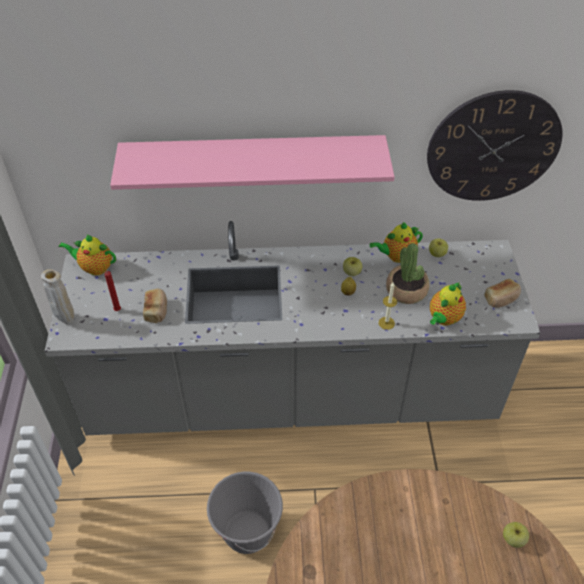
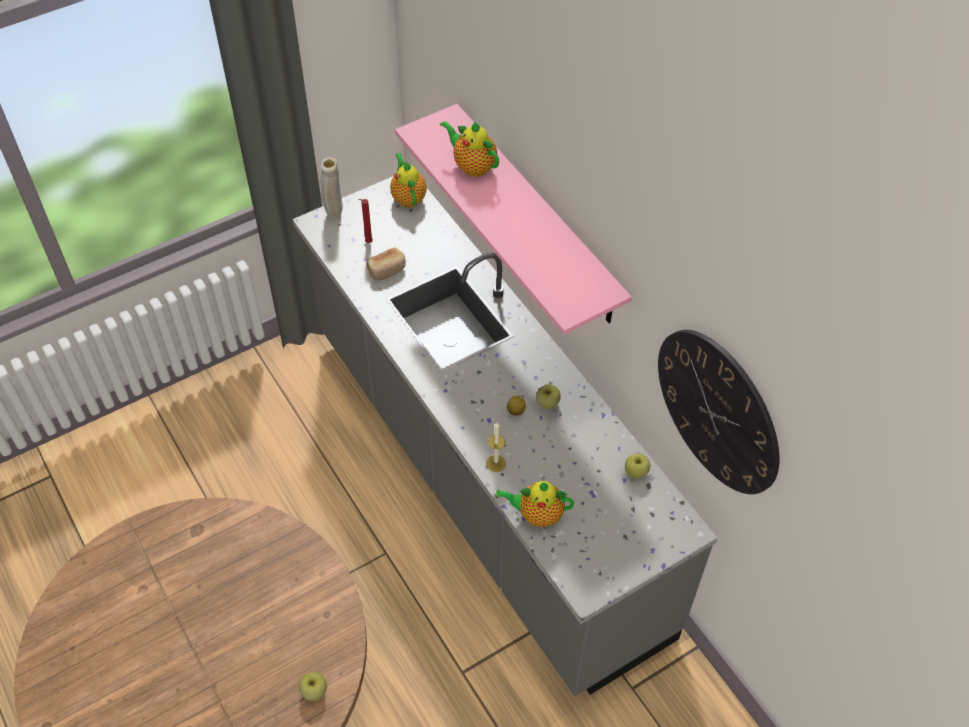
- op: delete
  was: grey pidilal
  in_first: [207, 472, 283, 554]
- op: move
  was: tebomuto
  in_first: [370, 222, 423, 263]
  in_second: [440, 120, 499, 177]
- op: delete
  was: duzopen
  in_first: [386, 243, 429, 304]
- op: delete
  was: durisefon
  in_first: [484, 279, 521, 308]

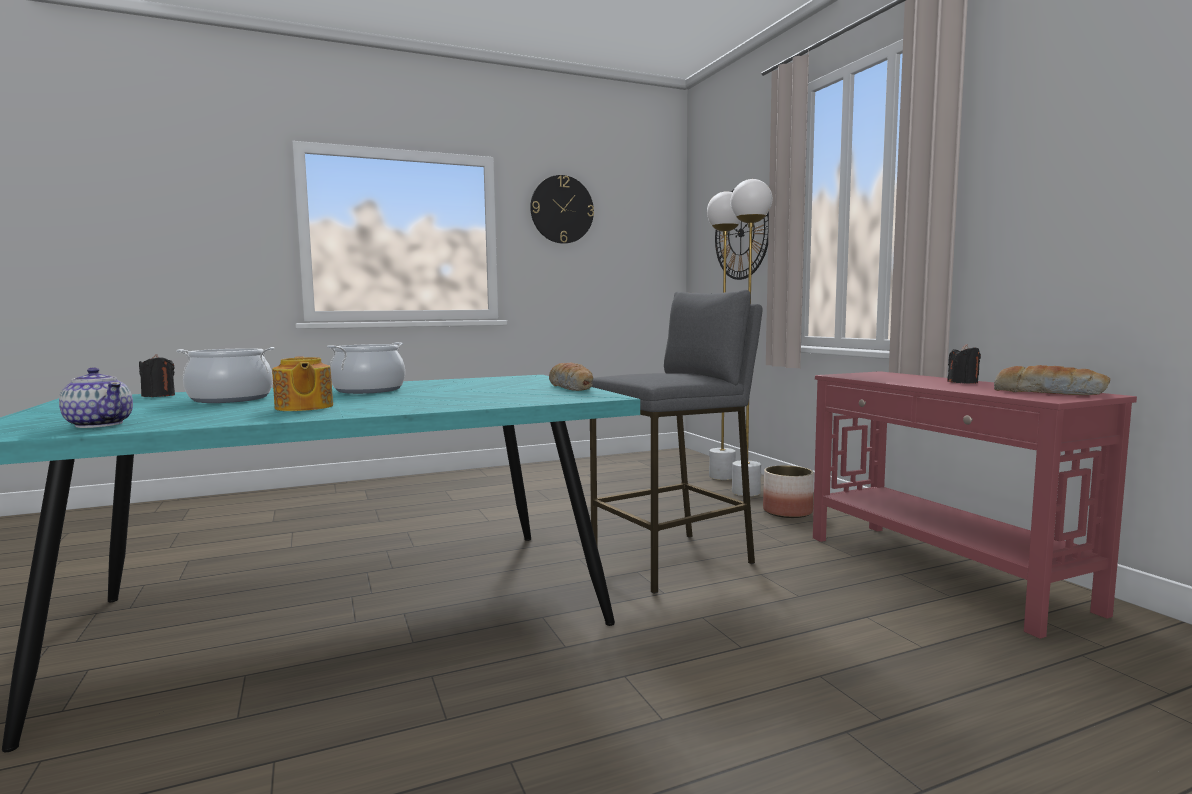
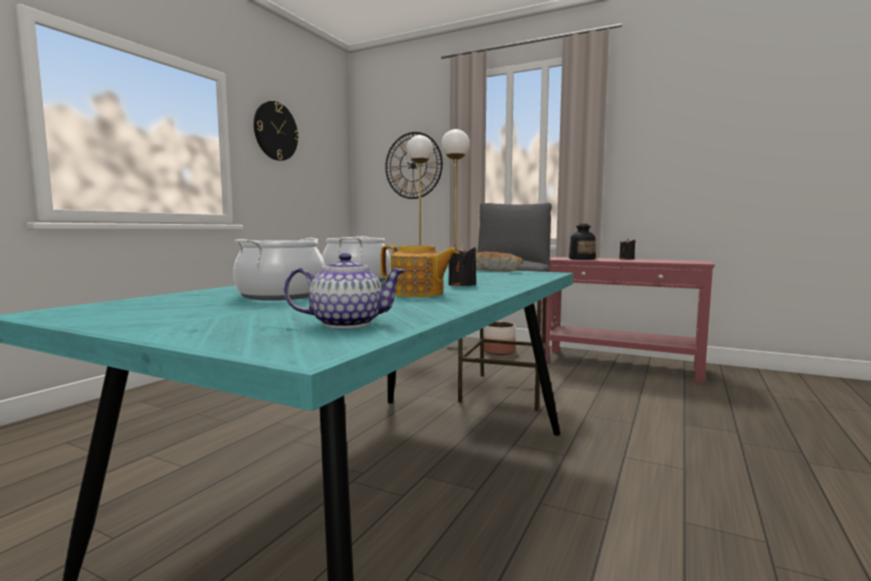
- op: move
  was: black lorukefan
  in_first: [139, 354, 175, 397]
  in_second: [448, 244, 476, 286]
- op: delete
  was: durisefon
  in_first: [994, 365, 1110, 395]
- op: insert
  now: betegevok
  in_second: [569, 224, 596, 260]

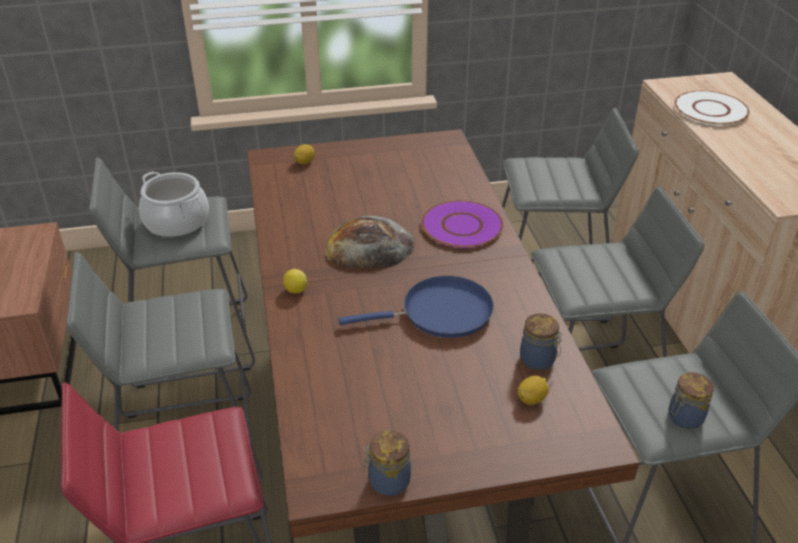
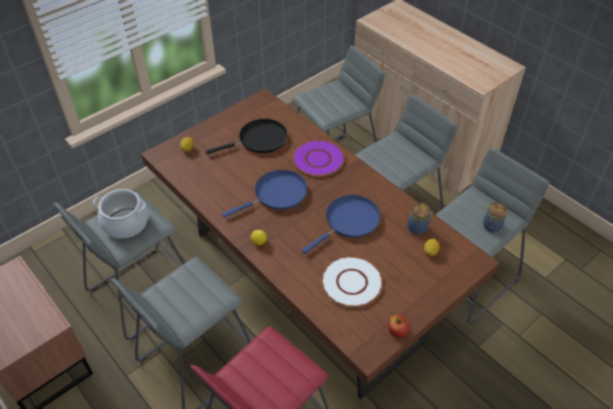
- op: replace
  was: durisefon
  now: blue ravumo
  in_first: [325, 216, 415, 268]
  in_second: [222, 170, 307, 218]
- op: replace
  was: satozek
  now: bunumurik
  in_first: [364, 430, 411, 496]
  in_second: [388, 315, 410, 338]
- op: move
  was: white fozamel
  in_first: [675, 91, 750, 126]
  in_second: [321, 256, 383, 307]
- op: insert
  now: black ravumo
  in_second: [206, 119, 288, 154]

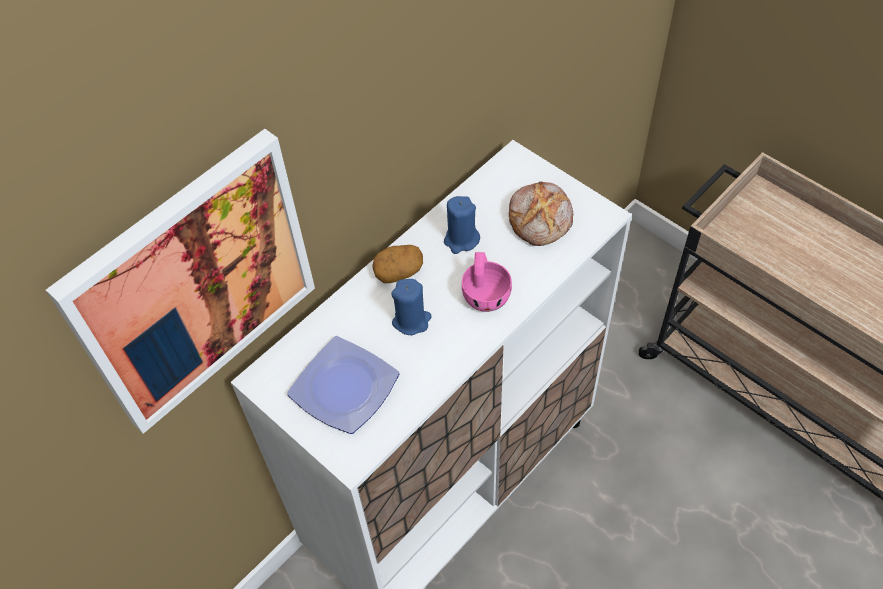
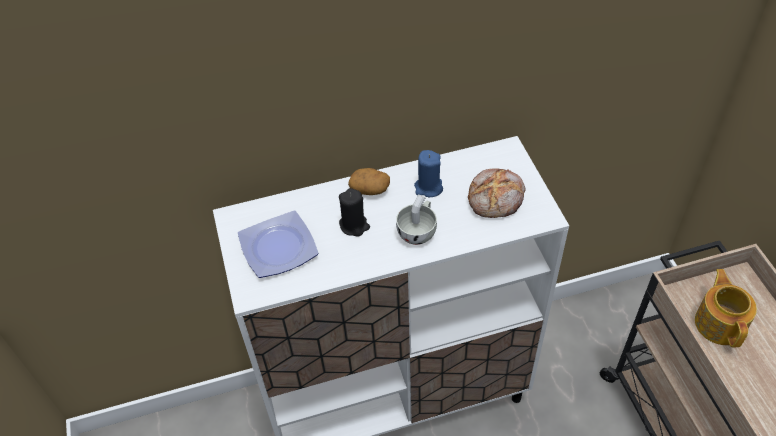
- op: delete
  was: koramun
  in_first: [46, 129, 315, 434]
- op: recolor
  was: blue lorukefan
  now: black lorukefan
  in_first: [391, 279, 431, 335]
  in_second: [339, 188, 370, 236]
- op: recolor
  was: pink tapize
  now: white tapize
  in_first: [462, 252, 512, 312]
  in_second: [396, 194, 437, 245]
- op: insert
  now: tebomuto
  in_second: [695, 269, 757, 348]

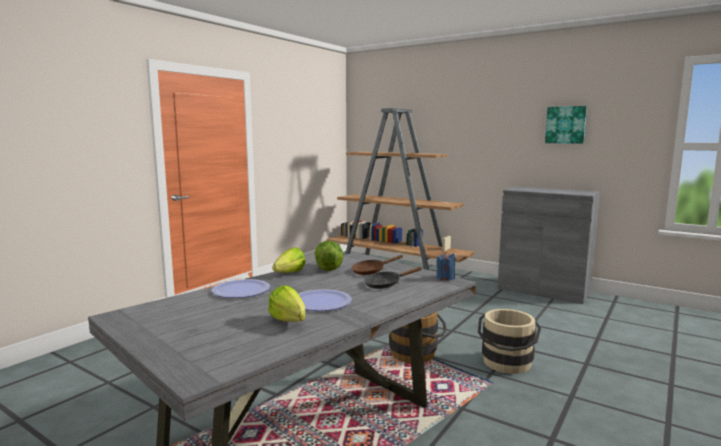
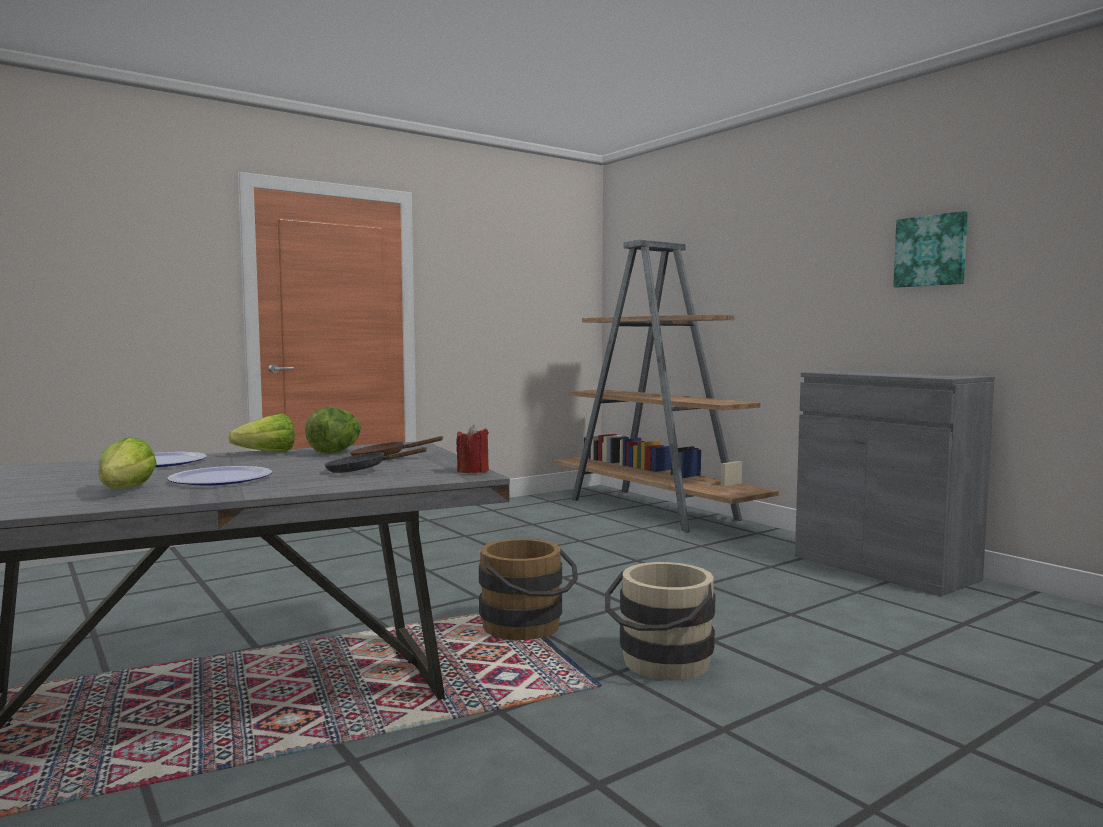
- op: recolor
  was: blue lorukefan
  now: red lorukefan
  in_first: [436, 252, 455, 280]
  in_second: [456, 425, 489, 473]

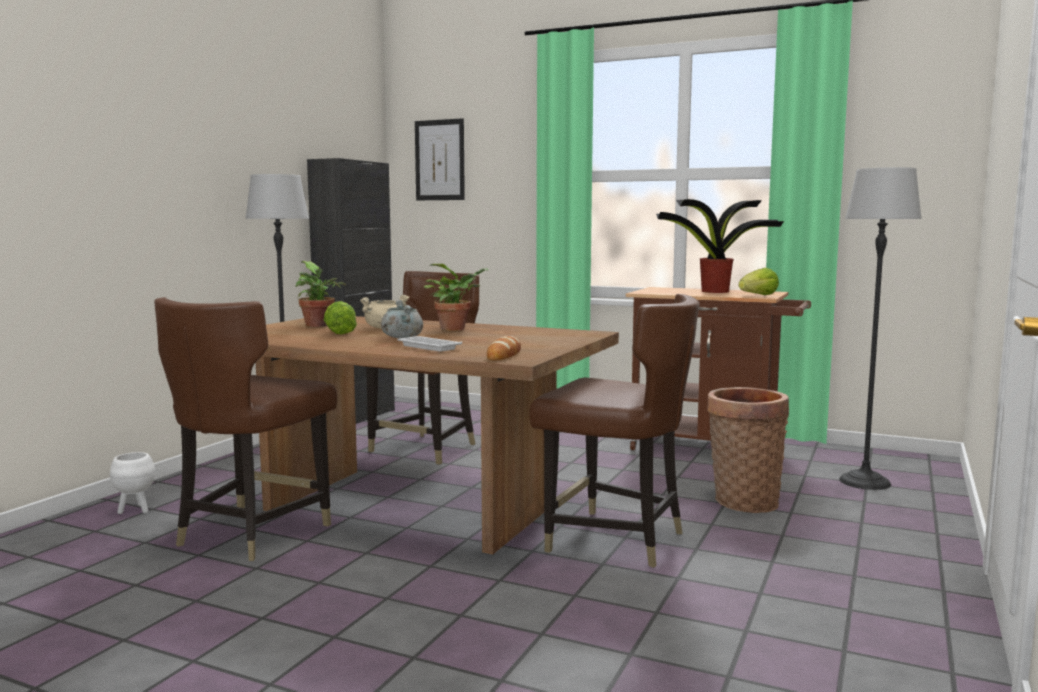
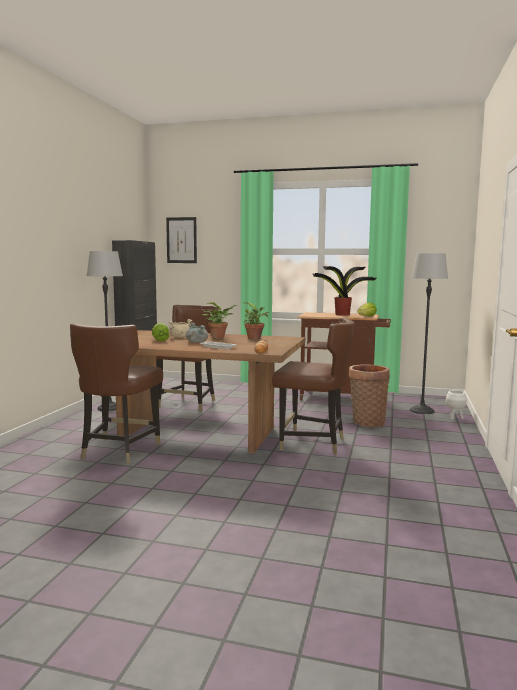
- op: move
  was: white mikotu
  in_first: [110, 452, 155, 514]
  in_second: [446, 390, 467, 420]
- op: move
  was: duzopen
  in_first: [295, 261, 346, 327]
  in_second: [243, 302, 269, 339]

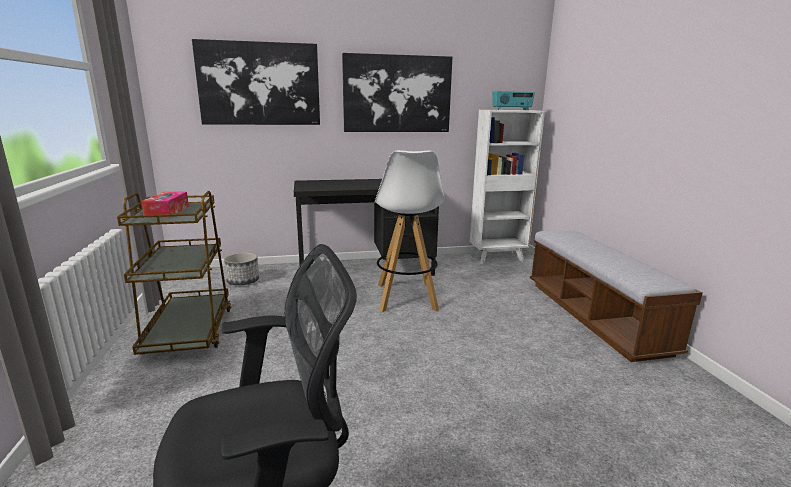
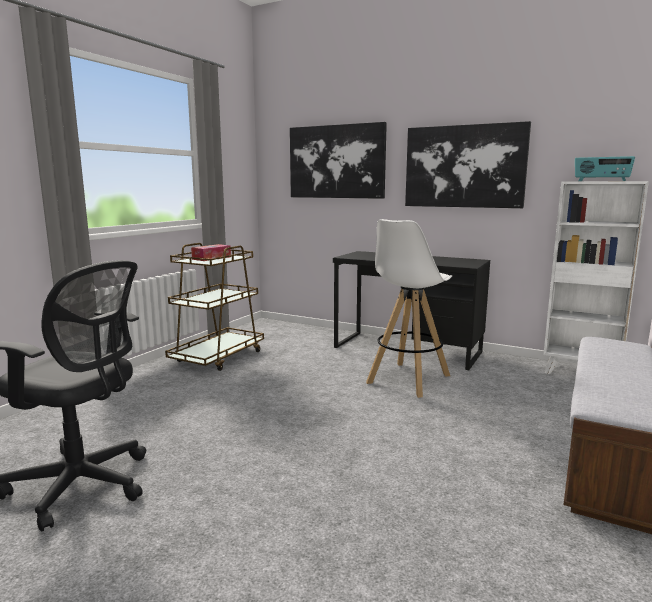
- op: delete
  was: mikotu
  in_first: [224, 252, 259, 285]

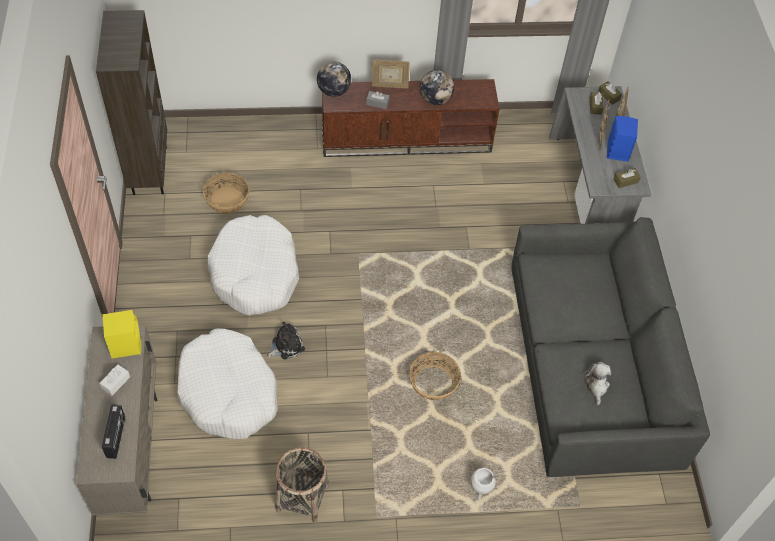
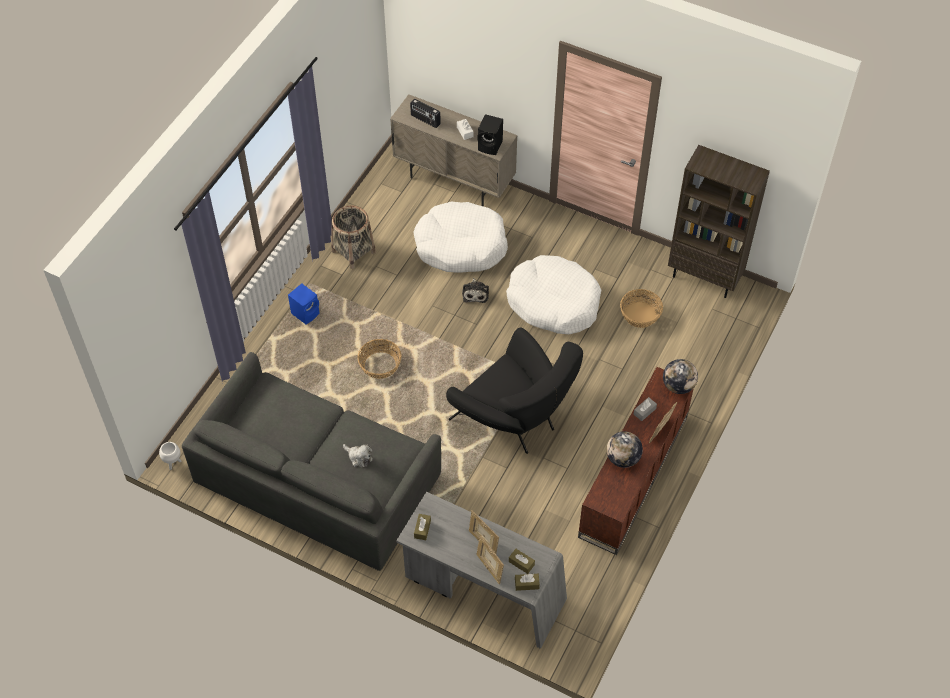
- op: recolor
  was: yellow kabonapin
  now: black kabonapin
  in_first: [103, 310, 142, 359]
  in_second: [478, 114, 503, 155]
- op: move
  was: white mikotu
  in_first: [471, 468, 496, 499]
  in_second: [159, 442, 181, 470]
- op: move
  was: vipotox
  in_first: [585, 362, 611, 405]
  in_second: [343, 444, 373, 467]
- op: move
  was: blue kabonapin
  in_first: [607, 116, 638, 162]
  in_second: [288, 283, 320, 324]
- op: insert
  now: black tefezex
  in_second: [446, 327, 583, 454]

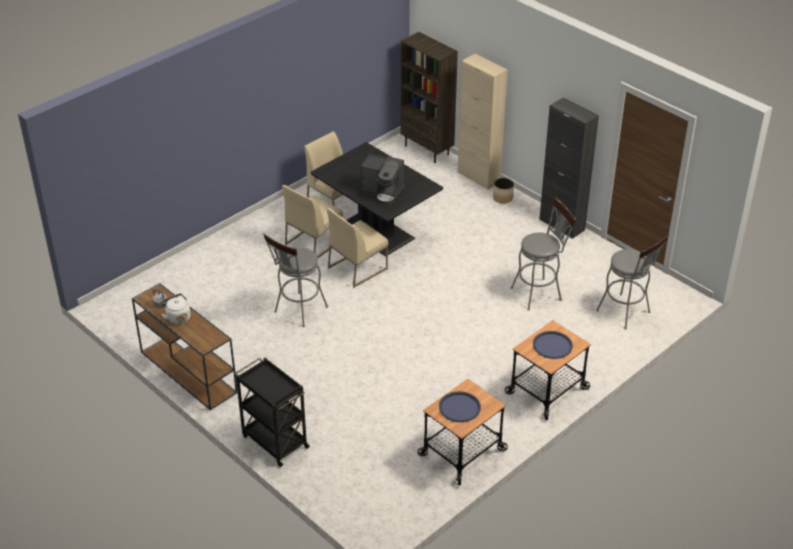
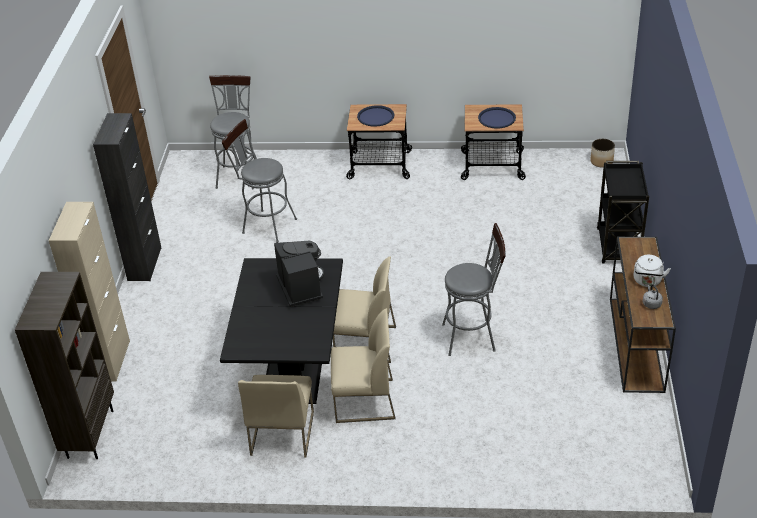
- op: move
  was: mikotu
  in_first: [493, 178, 514, 204]
  in_second: [590, 139, 615, 168]

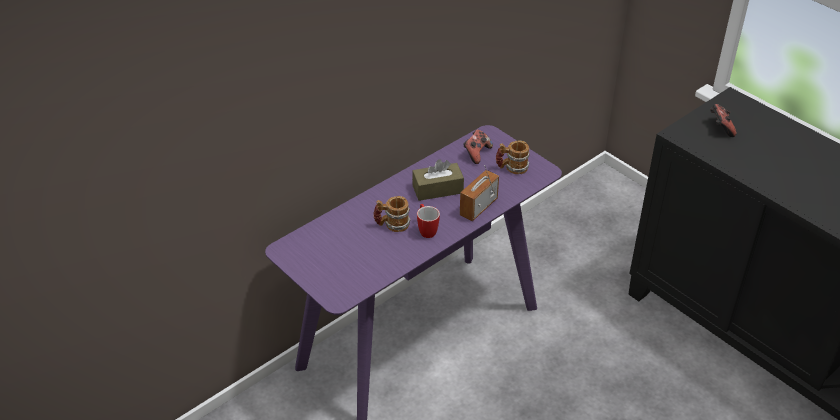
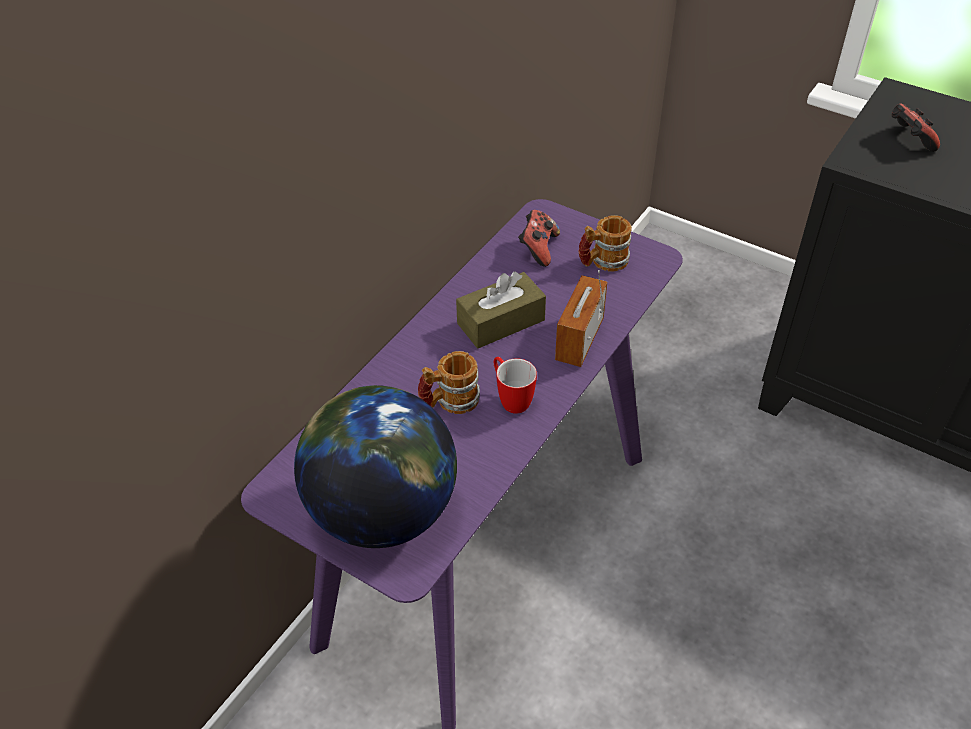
- op: insert
  now: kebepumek
  in_second: [294, 385, 457, 548]

